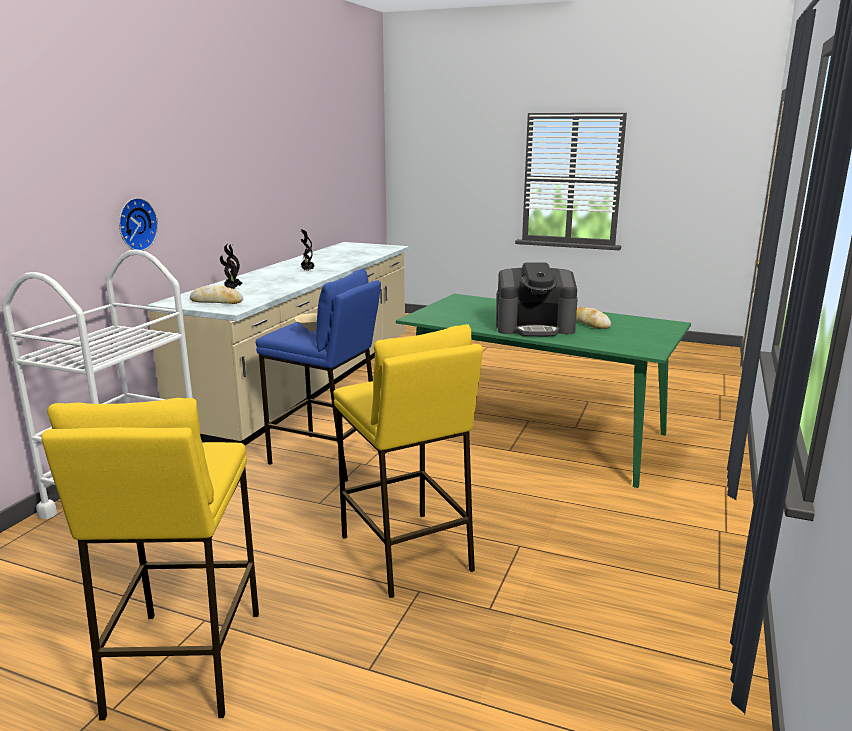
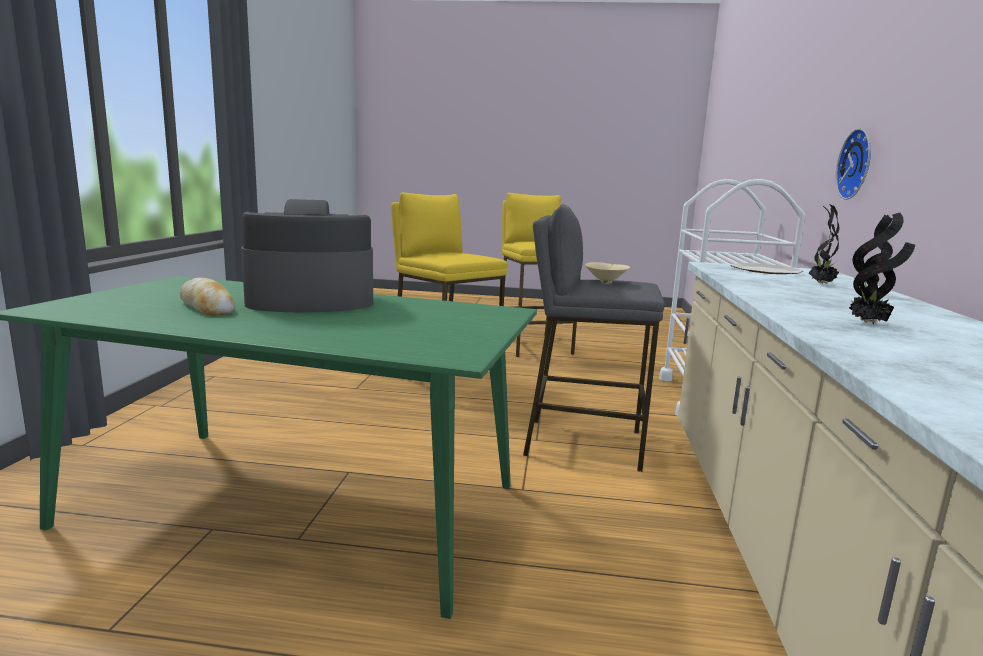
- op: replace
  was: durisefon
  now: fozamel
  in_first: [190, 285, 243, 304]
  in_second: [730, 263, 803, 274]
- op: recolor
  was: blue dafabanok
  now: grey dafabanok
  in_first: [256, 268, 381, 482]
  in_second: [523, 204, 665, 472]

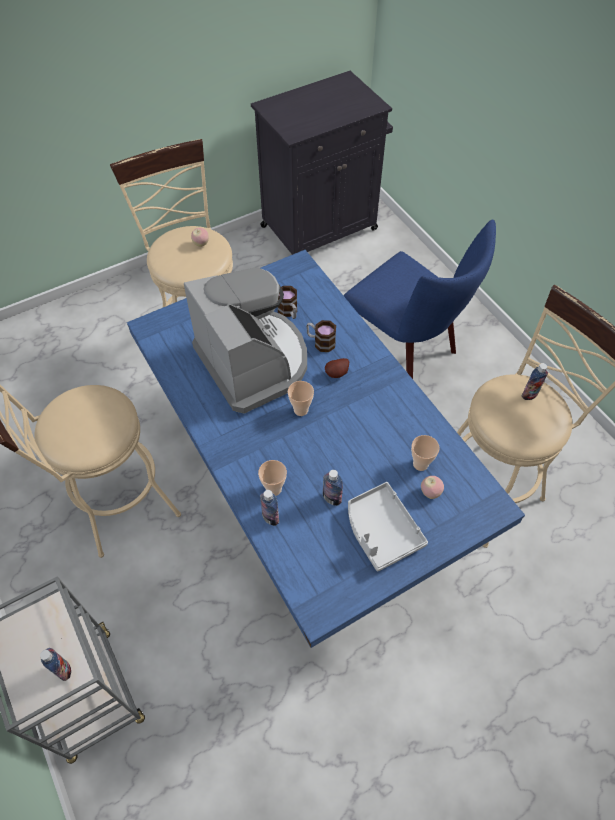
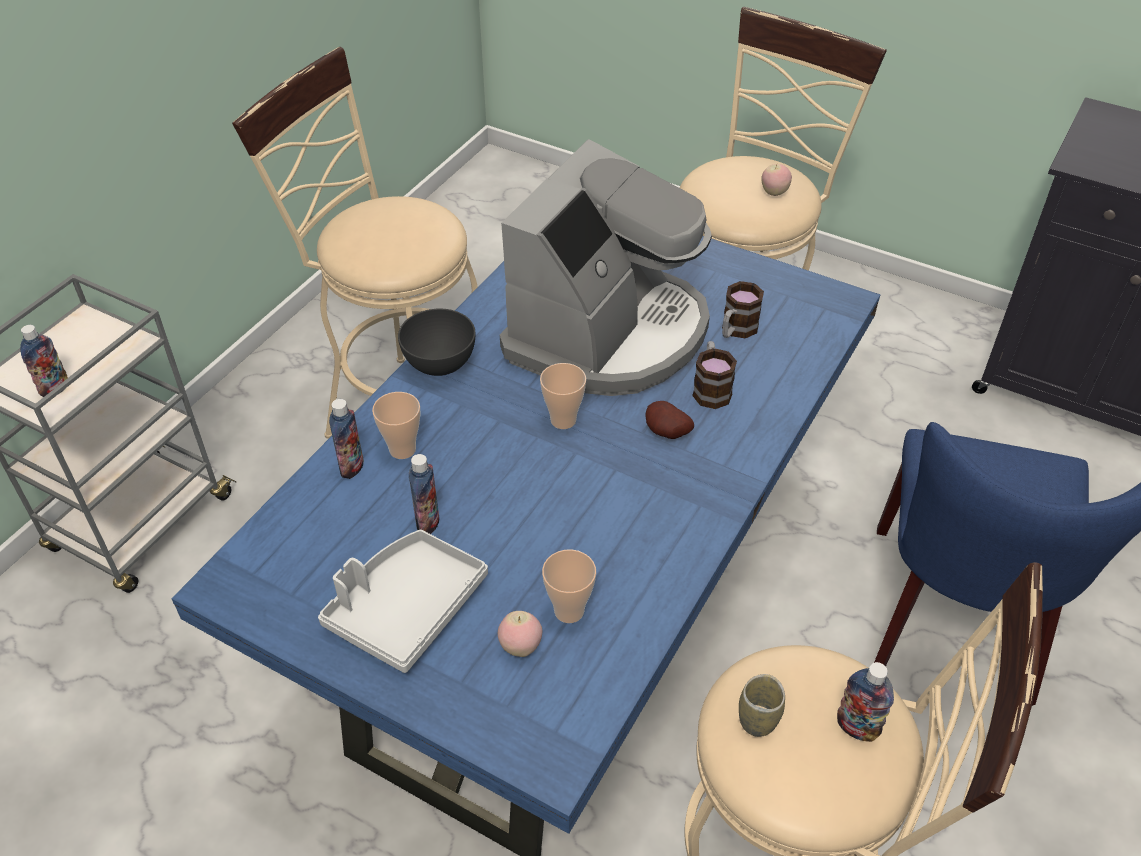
- op: insert
  now: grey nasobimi
  in_second: [398, 309, 475, 376]
- op: insert
  now: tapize
  in_second: [739, 674, 785, 737]

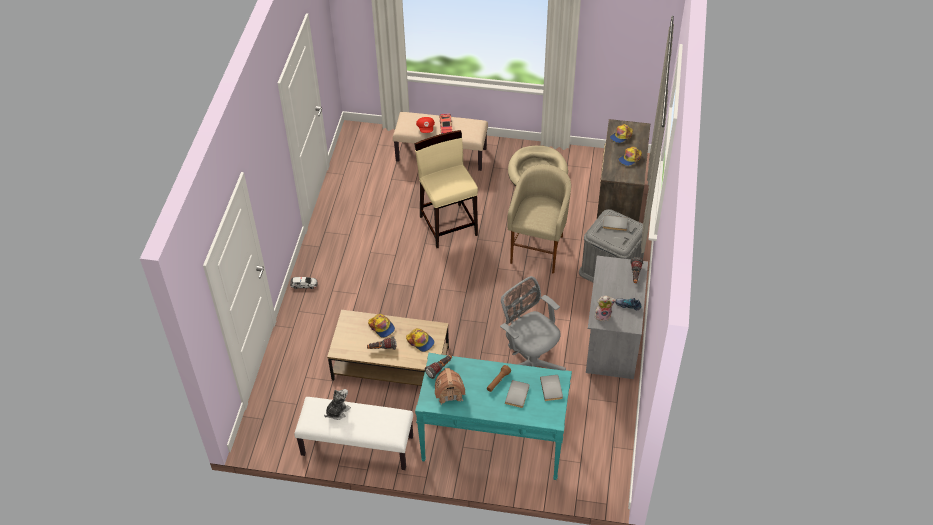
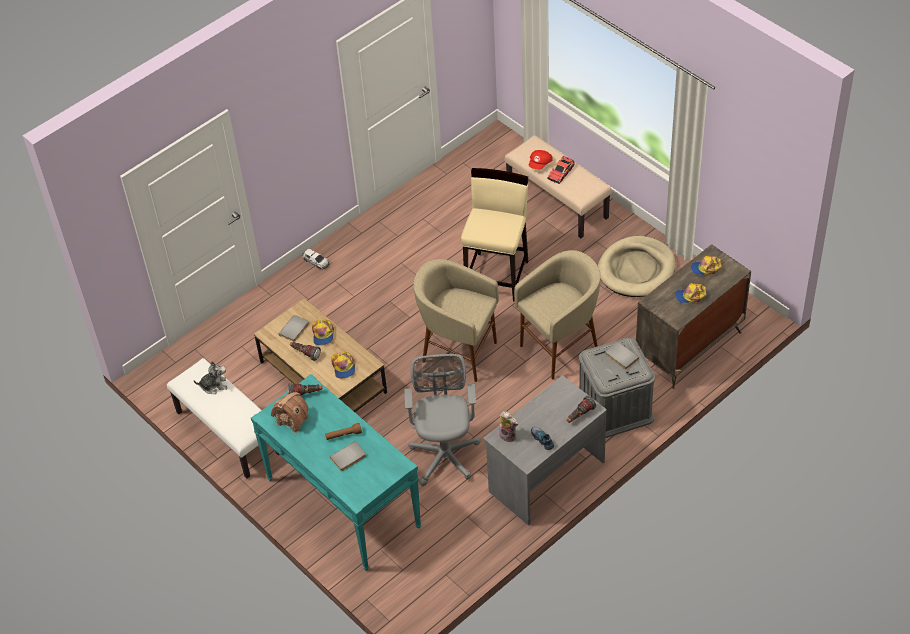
- op: move
  was: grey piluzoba
  in_first: [540, 375, 563, 401]
  in_second: [279, 315, 309, 342]
- op: insert
  now: beige dafabanok
  in_second: [414, 259, 499, 382]

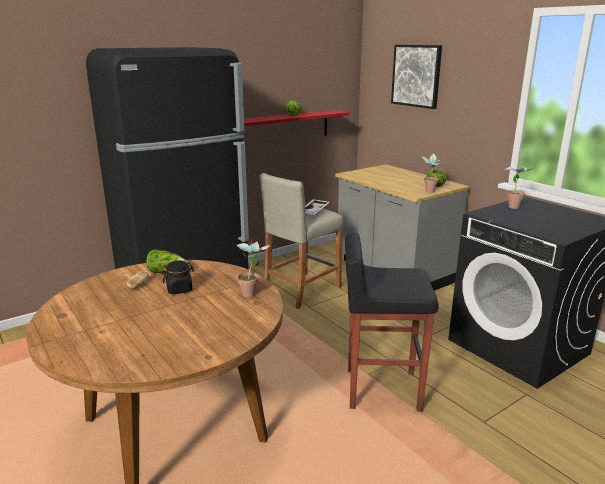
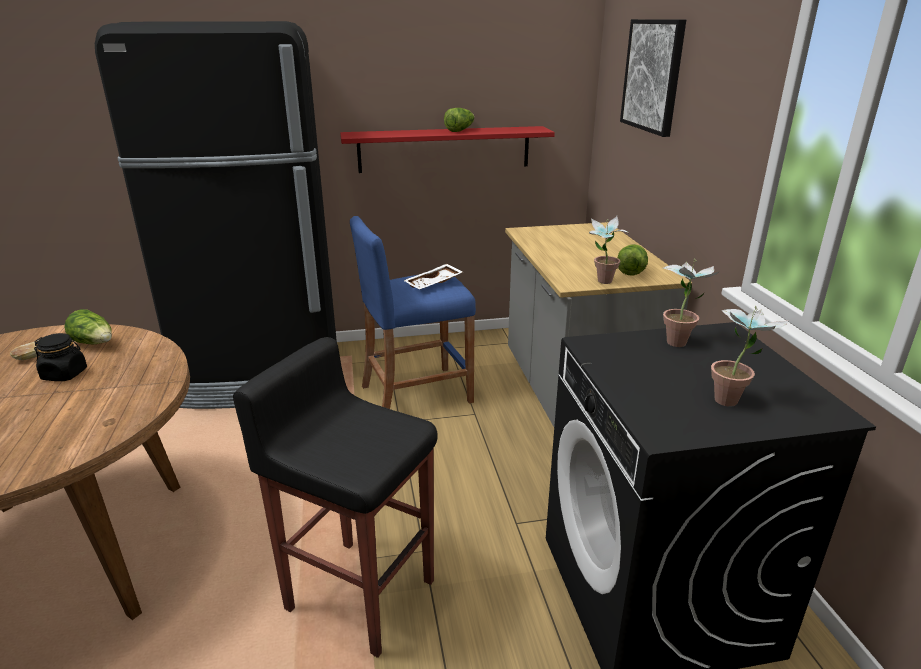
- op: move
  was: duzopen
  in_first: [236, 240, 270, 297]
  in_second: [711, 306, 788, 406]
- op: recolor
  was: beige dafabanok
  now: blue dafabanok
  in_first: [259, 173, 343, 309]
  in_second: [350, 216, 476, 409]

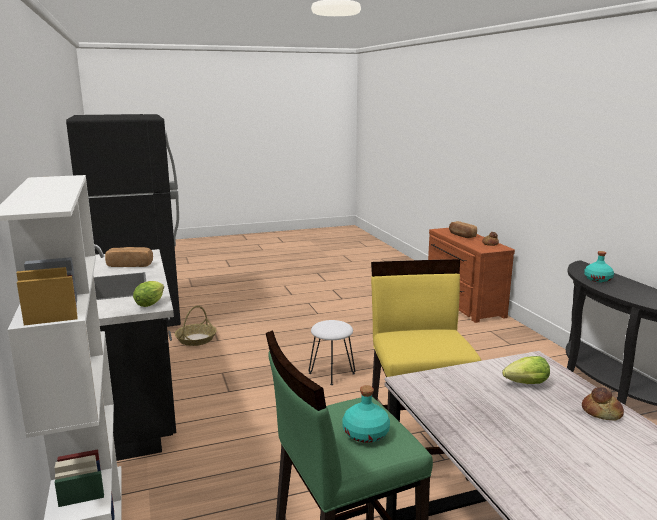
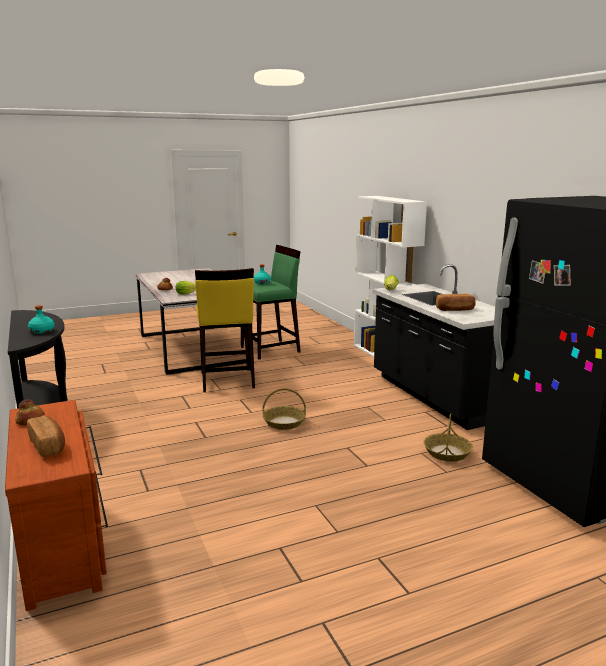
- op: replace
  was: white dafabanok
  now: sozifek
  in_first: [309, 320, 355, 385]
  in_second: [263, 388, 306, 430]

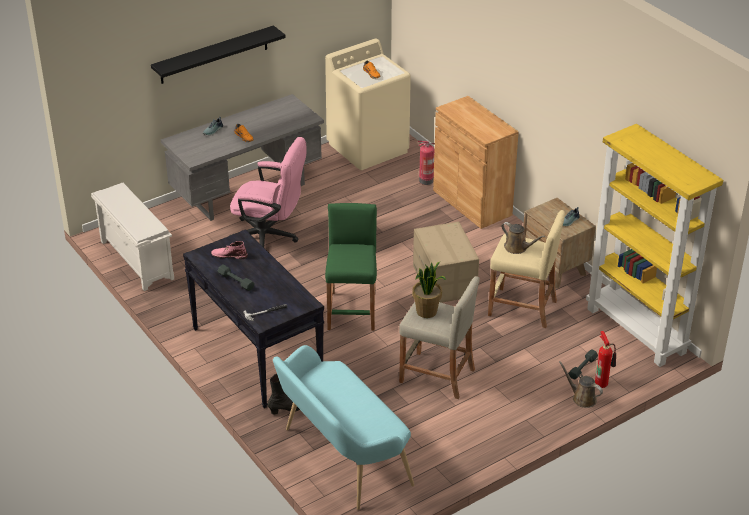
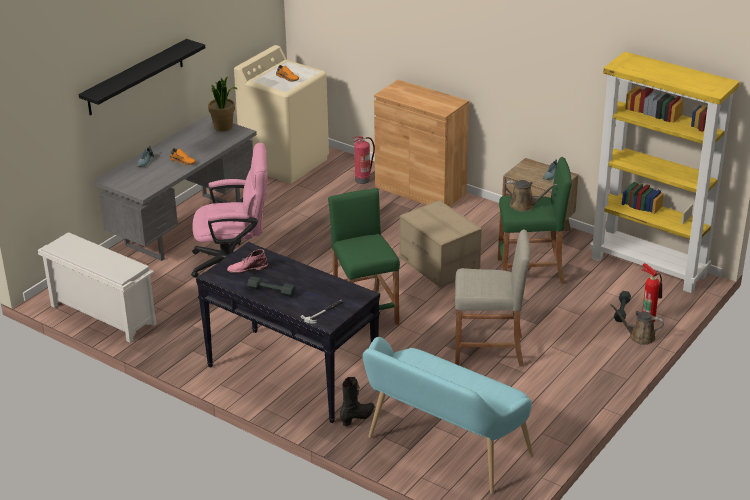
- op: move
  was: duzopen
  in_first: [412, 262, 446, 318]
  in_second: [208, 76, 238, 131]
- op: recolor
  was: beige dafabanok
  now: green dafabanok
  in_first: [488, 210, 565, 328]
  in_second: [498, 157, 572, 284]

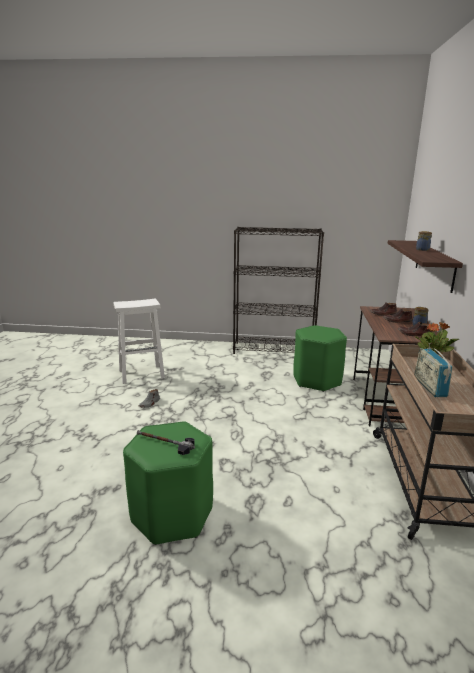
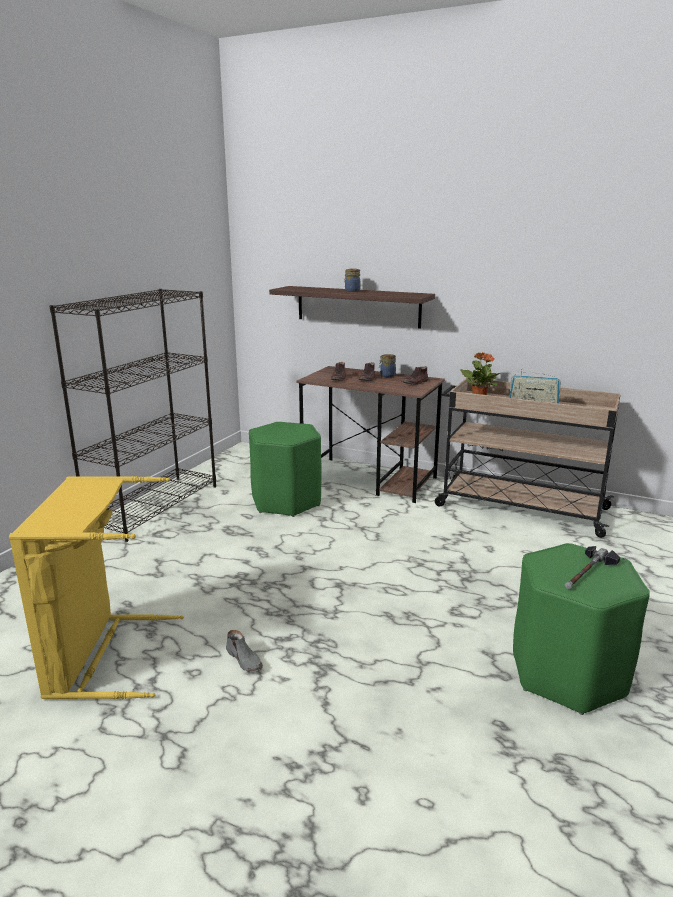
- op: replace
  was: white dafabanok
  now: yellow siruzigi
  in_first: [114, 299, 165, 384]
  in_second: [9, 476, 184, 699]

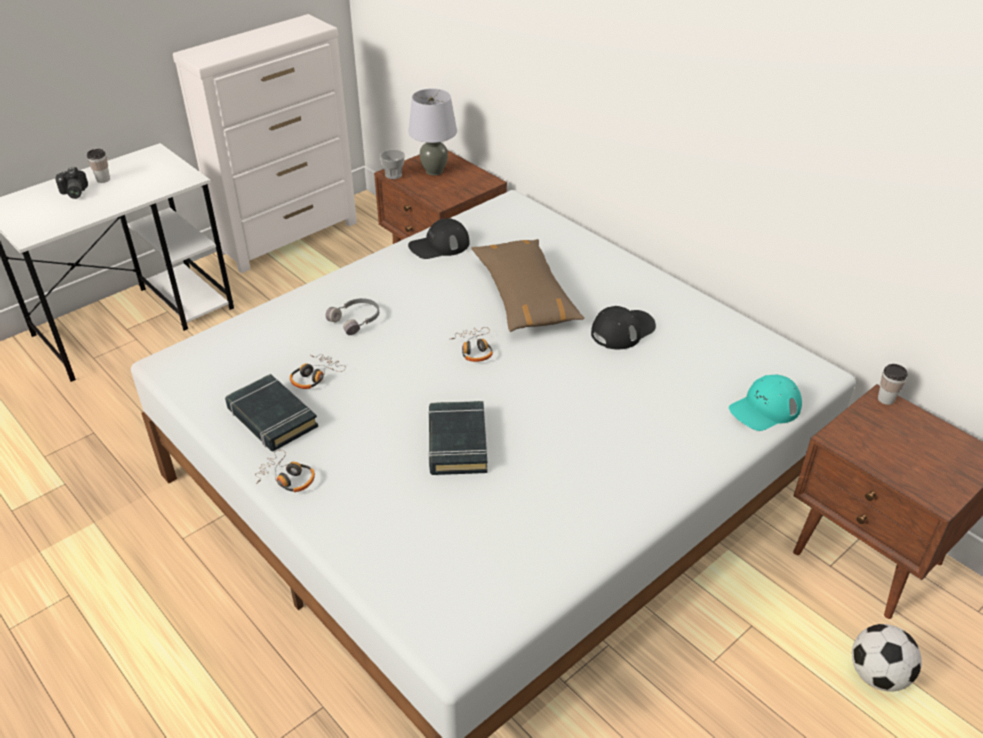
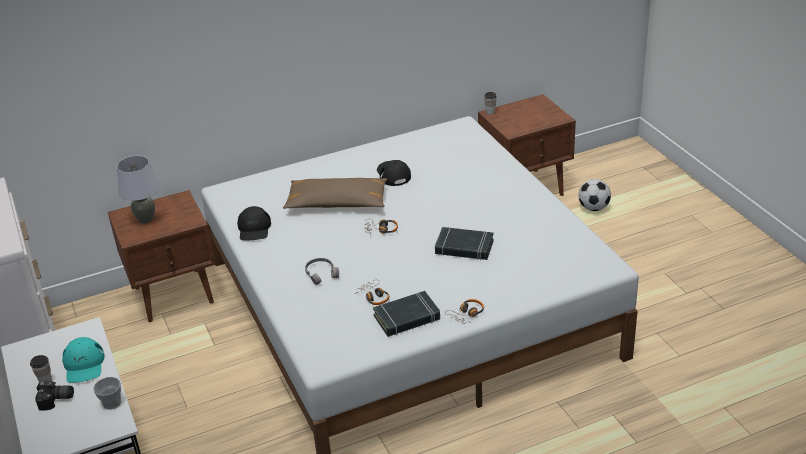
- op: move
  was: tapize
  in_first: [380, 150, 405, 179]
  in_second: [93, 377, 121, 410]
- op: move
  was: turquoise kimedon
  in_first: [729, 374, 802, 431]
  in_second: [62, 337, 105, 383]

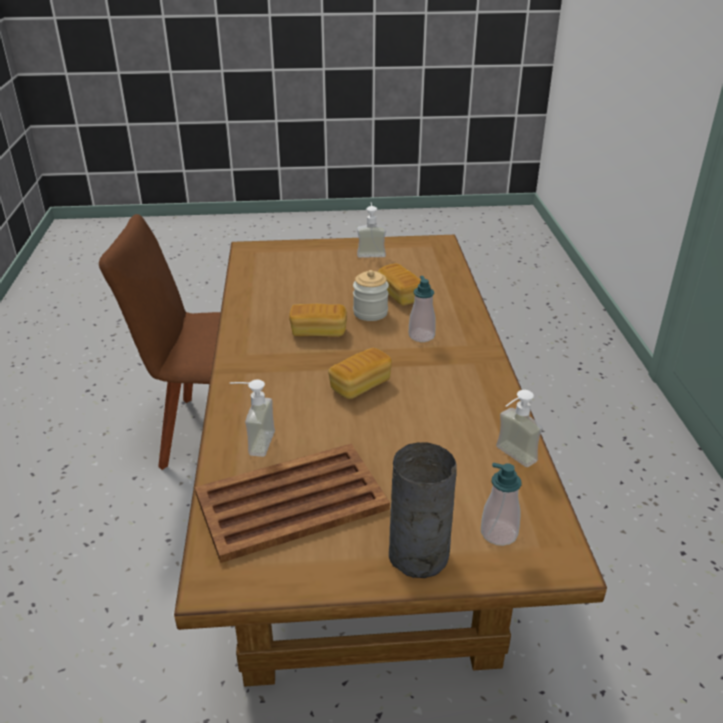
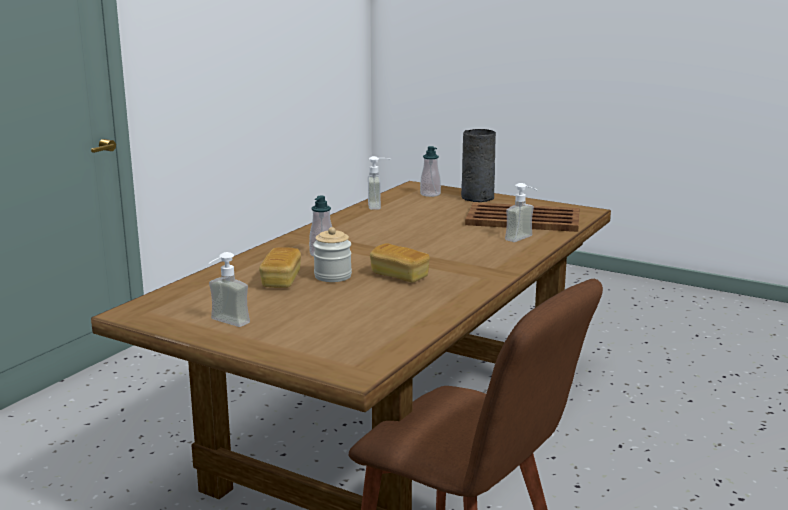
- op: delete
  was: durisefon
  in_first: [328, 348, 392, 399]

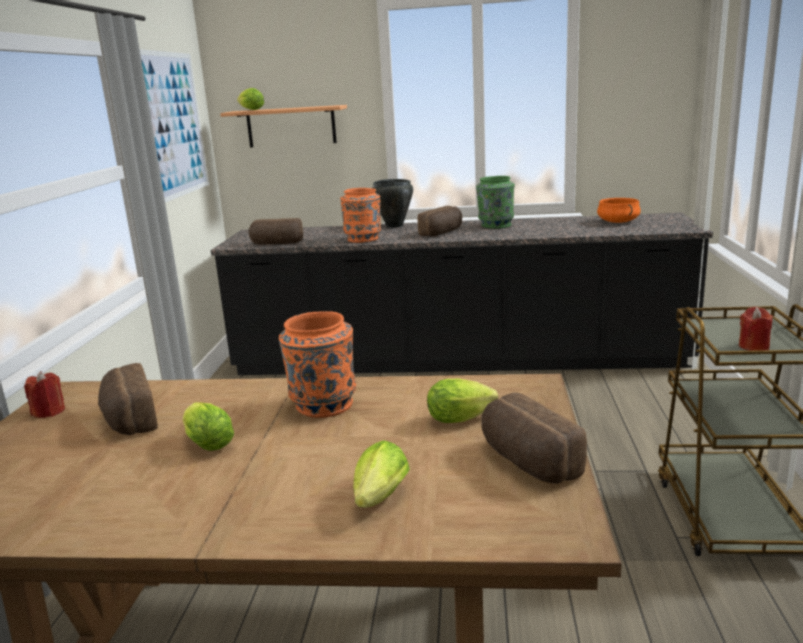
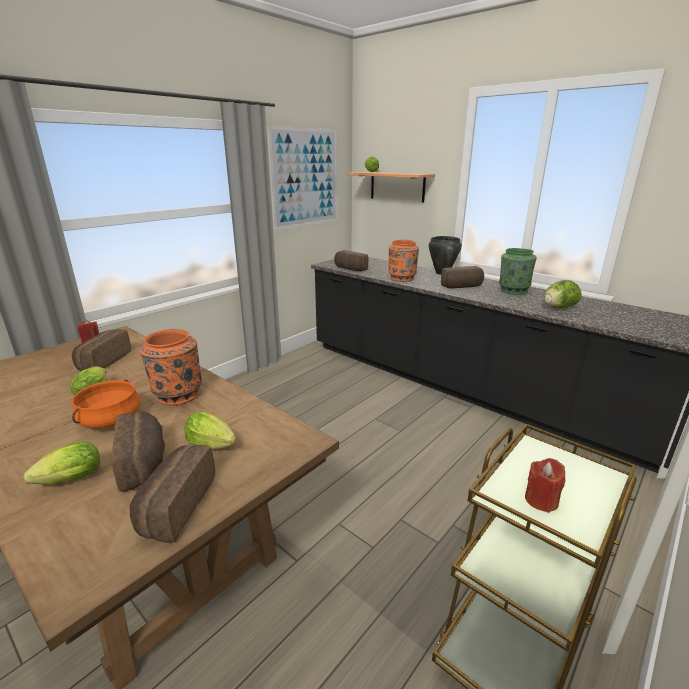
- op: move
  was: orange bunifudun
  in_first: [597, 198, 641, 223]
  in_second: [72, 380, 141, 429]
- op: insert
  now: durisefon
  in_second: [111, 411, 165, 492]
- op: insert
  now: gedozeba
  in_second: [544, 280, 581, 308]

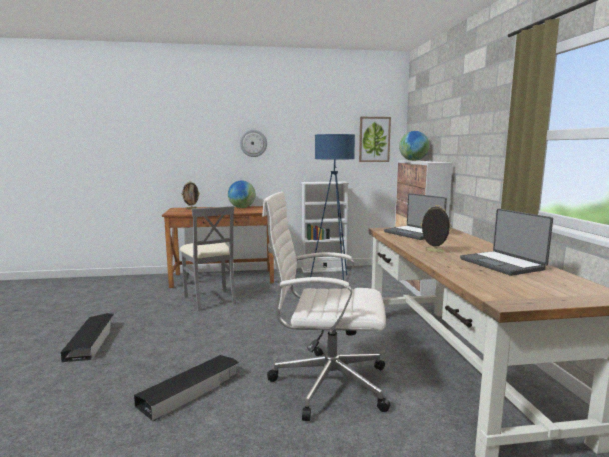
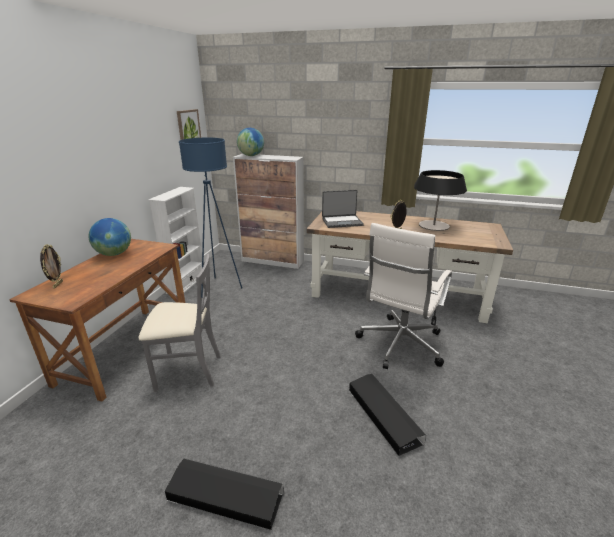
- op: delete
  was: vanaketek
  in_first: [240, 129, 267, 157]
- op: replace
  was: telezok
  now: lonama
  in_first: [460, 209, 553, 276]
  in_second: [414, 170, 467, 231]

